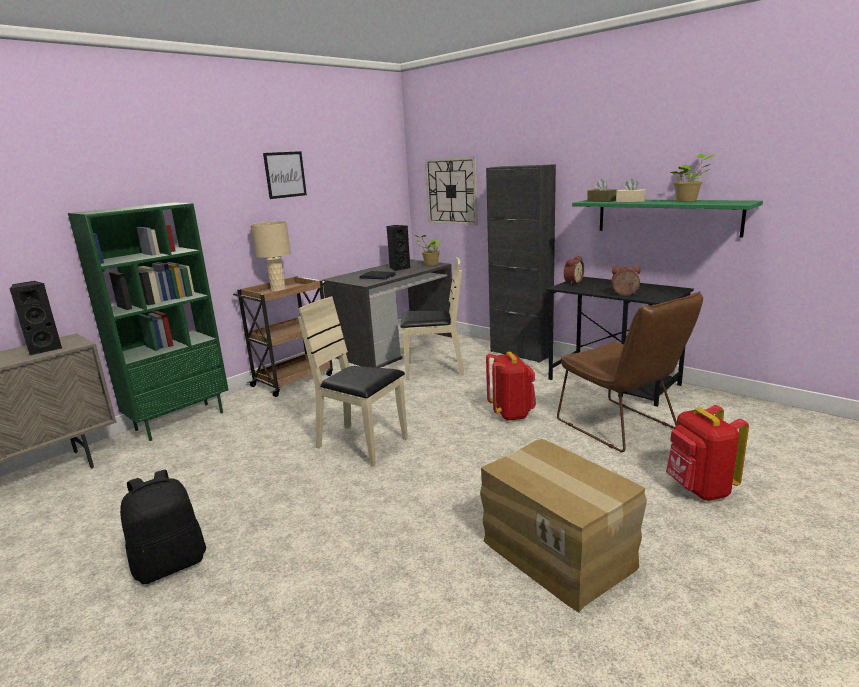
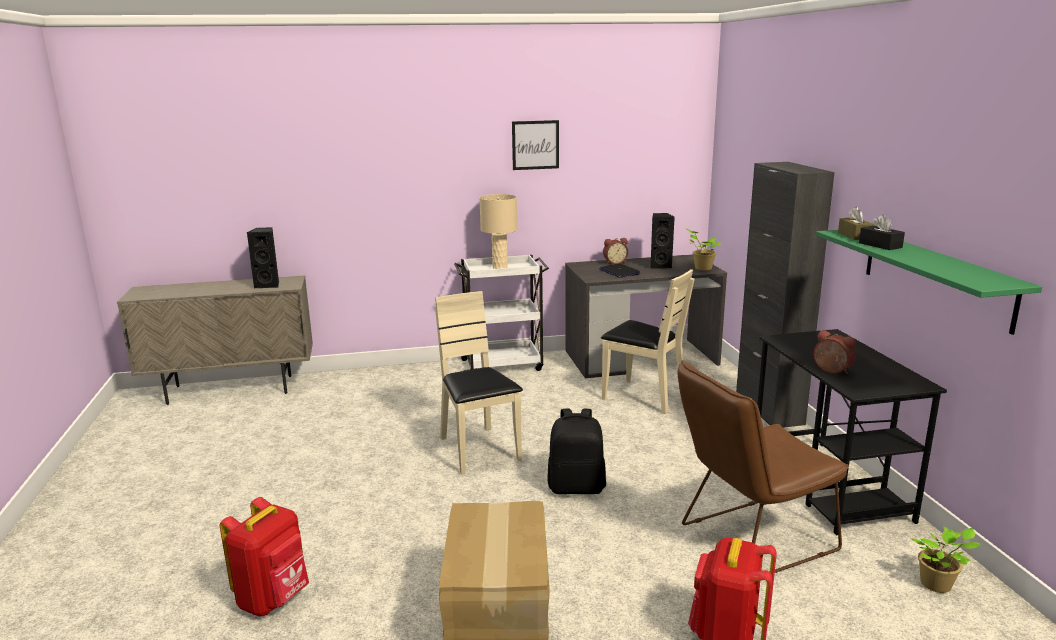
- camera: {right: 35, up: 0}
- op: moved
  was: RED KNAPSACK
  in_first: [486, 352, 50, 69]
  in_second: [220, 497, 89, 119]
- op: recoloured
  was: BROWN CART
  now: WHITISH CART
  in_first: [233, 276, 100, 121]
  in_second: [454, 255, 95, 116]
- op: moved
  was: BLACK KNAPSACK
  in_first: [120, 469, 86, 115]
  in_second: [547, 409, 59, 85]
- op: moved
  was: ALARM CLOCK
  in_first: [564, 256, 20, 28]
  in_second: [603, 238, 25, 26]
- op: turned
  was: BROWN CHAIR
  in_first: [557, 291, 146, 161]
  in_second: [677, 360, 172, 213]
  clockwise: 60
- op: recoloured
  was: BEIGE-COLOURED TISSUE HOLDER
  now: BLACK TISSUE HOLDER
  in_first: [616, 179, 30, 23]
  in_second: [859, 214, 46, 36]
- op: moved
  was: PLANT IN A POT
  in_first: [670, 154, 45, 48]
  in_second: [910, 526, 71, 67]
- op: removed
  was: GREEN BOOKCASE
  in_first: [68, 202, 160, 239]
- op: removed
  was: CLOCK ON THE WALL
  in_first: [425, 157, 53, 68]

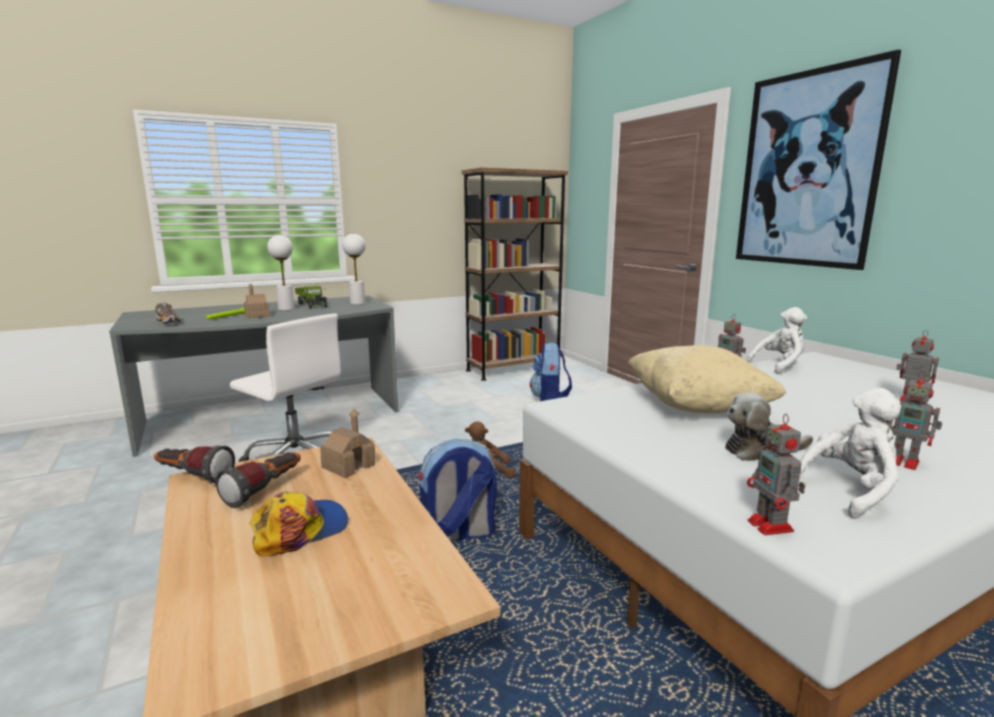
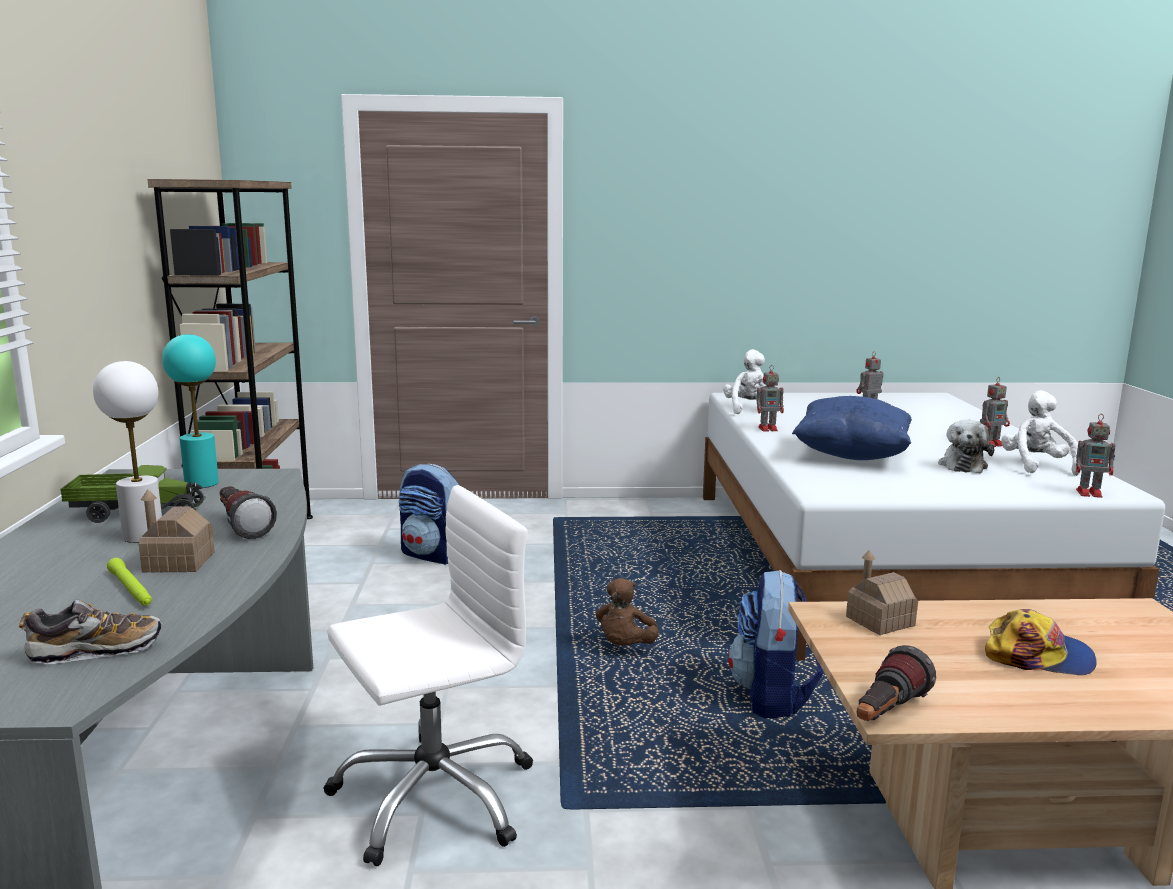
- camera: {right: -65, up: 0}
- op: recoloured
  was: WHITISH TABLE LAMP
  now: TURQUOISE-COLOURED TABLE LAMP
  in_first: [342, 234, 23, 71]
  in_second: [162, 334, 57, 154]
- op: moved
  was: TORCH
  in_first: [216, 452, 85, 56]
  in_second: [219, 486, 58, 53]
- op: recoloured
  was: BEIGE-COLOURED PILLOW
  now: BLUE PILLOW
  in_first: [628, 345, 158, 68]
  in_second: [792, 396, 120, 64]
- op: turned
  was: CAP
  in_first: [249, 492, 99, 64]
  in_second: [985, 609, 112, 66]
  clockwise: 120
- op: removed
  was: WALL PICTURE
  in_first: [736, 50, 165, 220]

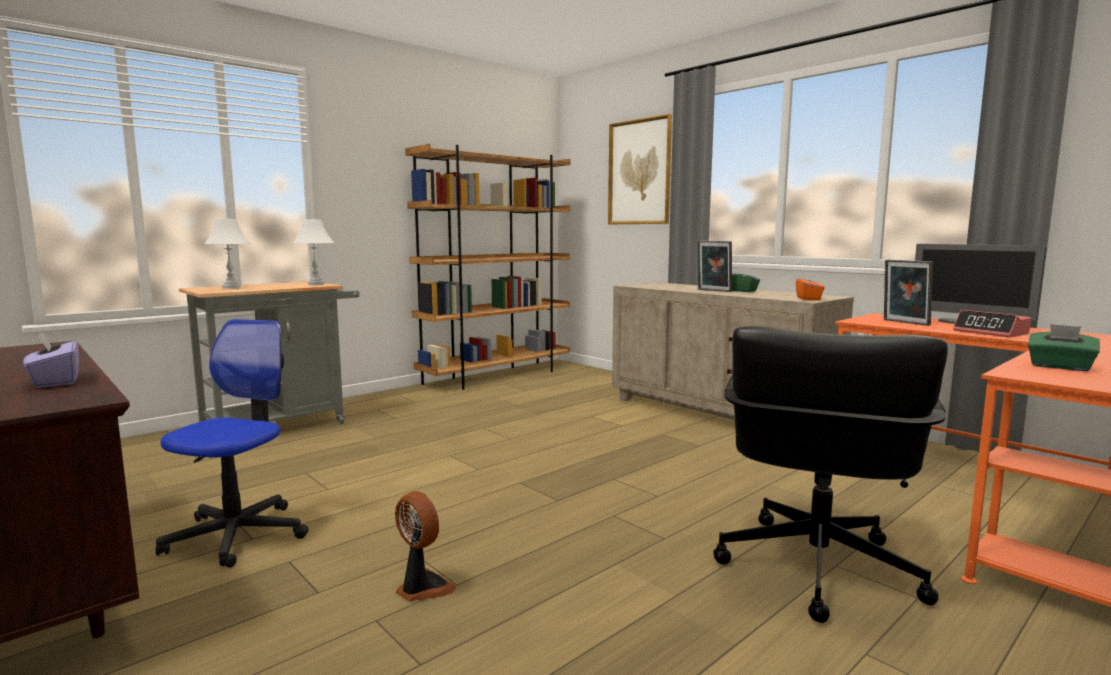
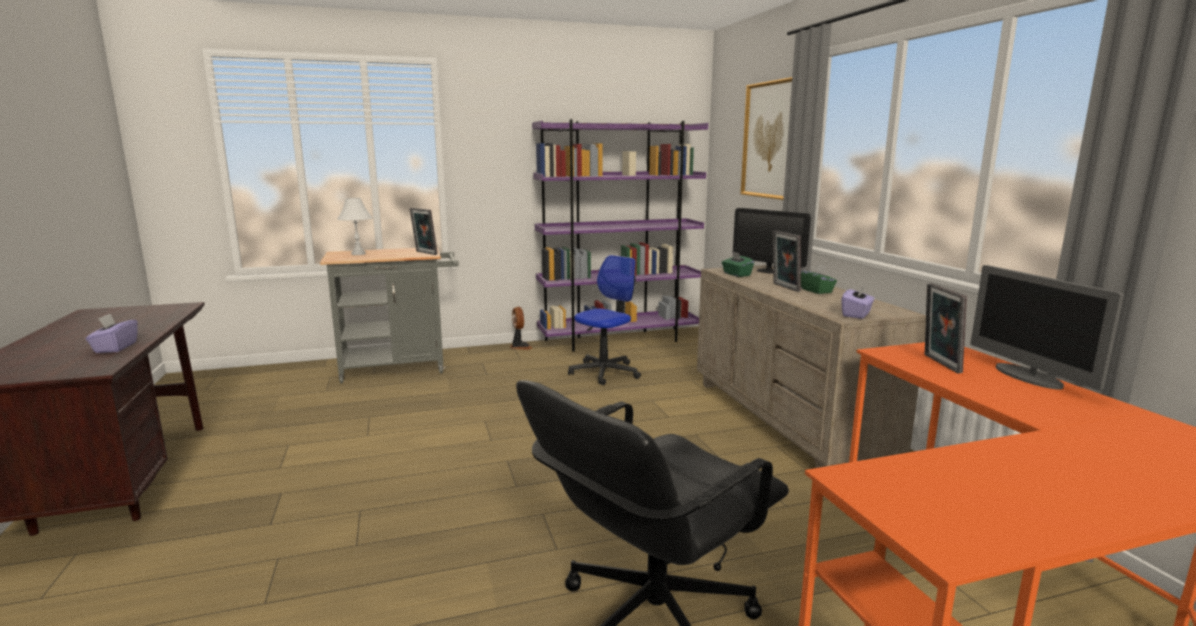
- camera: {right: 25, up: 5}
- op: replaced
  was: WHITISH TABLE LAMP
  now: PICTURE FRAME
  in_first: [293, 219, 41, 66]
  in_second: [410, 208, 28, 47]
- op: moved
  was: FAN
  in_first: [395, 491, 61, 110]
  in_second: [510, 307, 23, 43]
- op: recoloured
  was: BROWN BOOKCASE
  now: PURPLISH BOOKCASE
  in_first: [405, 144, 165, 246]
  in_second: [532, 119, 176, 233]
- op: moved
  was: OFFICE CHAIR
  in_first: [155, 319, 154, 249]
  in_second: [568, 255, 73, 130]
- op: moved
  was: GREEN TISSUE HOLDER
  in_first: [1028, 324, 72, 47]
  in_second: [722, 251, 32, 26]
- op: added
  now: COMPUTER SCREEN
  in_second: [733, 208, 78, 65]
- op: recoloured
  was: ORANGE-COLOURED TISSUE HOLDER
  now: PURPLISH TISSUE HOLDER
  in_first: [796, 273, 29, 27]
  in_second: [842, 284, 33, 35]
- op: removed
  was: ALARM CLOCK
  in_first: [953, 310, 78, 27]

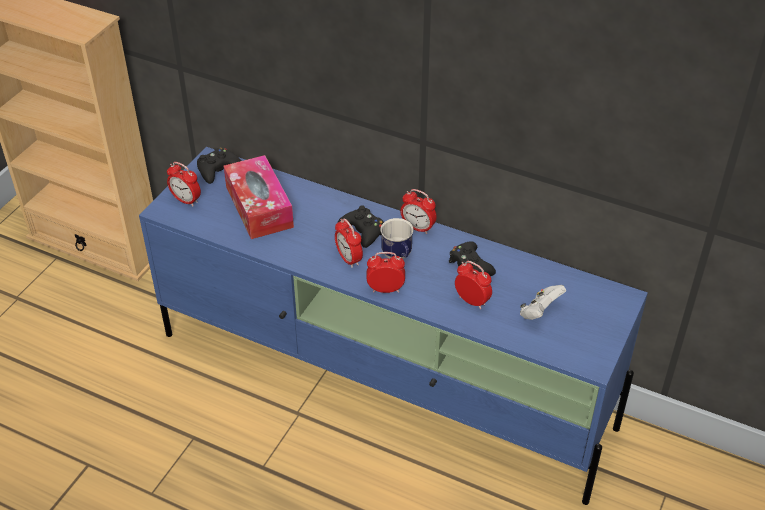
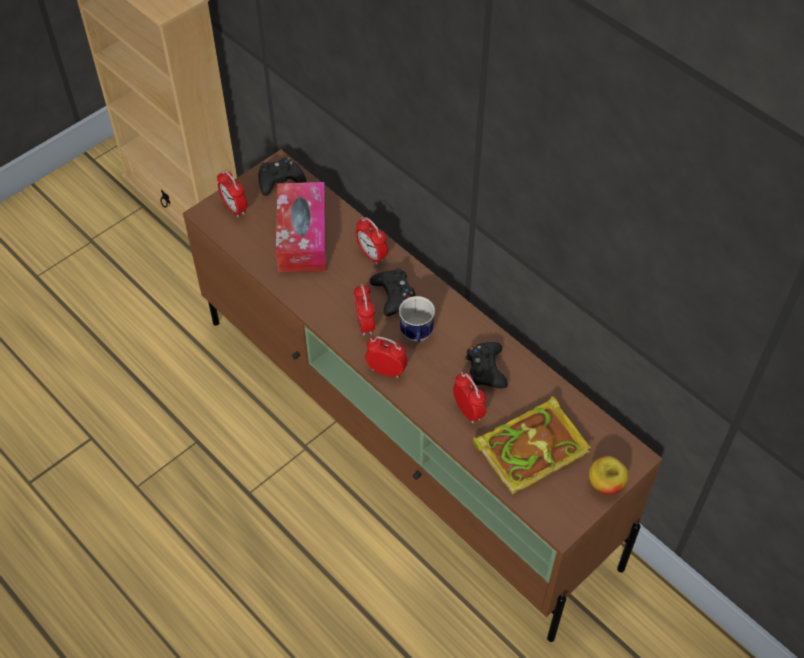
- camera: {right: 20, up: 10}
- op: recoloured
  was: BLUE MEDIA CONSOLE
  now: BROWN MEDIA CONSOLE
  in_first: [139, 147, 509, 358]
  in_second: [183, 150, 479, 492]
- op: moved
  was: ALARM CLOCK
  in_first: [400, 189, 37, 45]
  in_second: [356, 217, 32, 48]
- op: replaced
  was: WHITISH GAMEPAD
  now: VOLUME
  in_first: [520, 285, 46, 35]
  in_second: [473, 396, 118, 98]
- op: added
  now: WHOLE APPLE
  in_second: [589, 456, 40, 39]

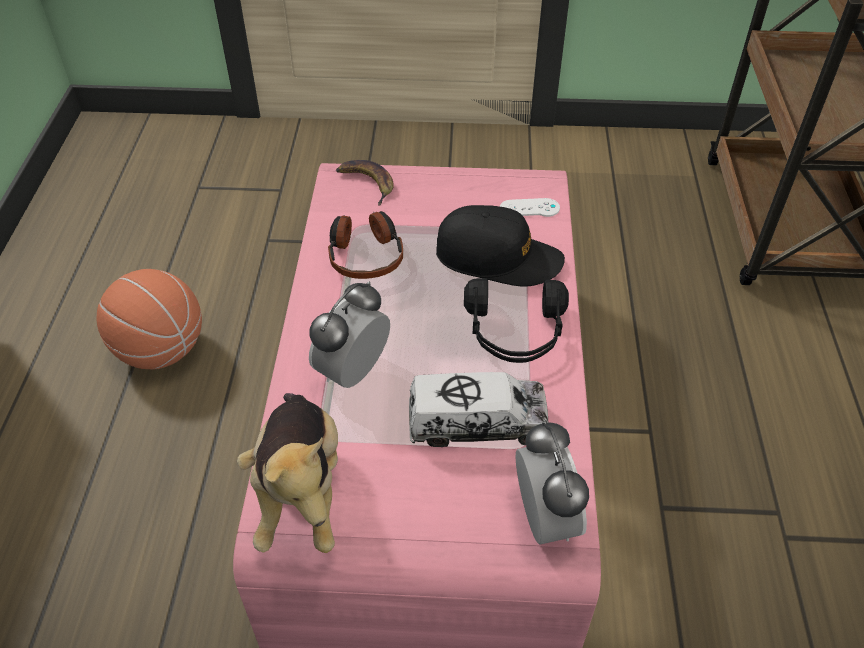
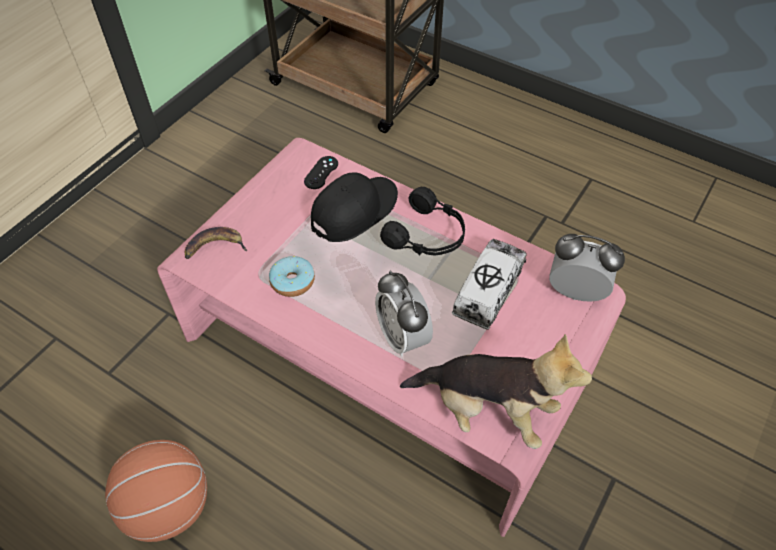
- camera: {right: -60, up: 5}
- op: replaced
  was: PAIR OF HEADPHONES
  now: DOUGHNUT
  in_first: [328, 211, 75, 68]
  in_second: [269, 256, 46, 41]
- op: recoloured
  was: WHITISH GAMEPAD
  now: BLACK GAMEPAD
  in_first: [499, 198, 61, 19]
  in_second: [304, 156, 34, 33]

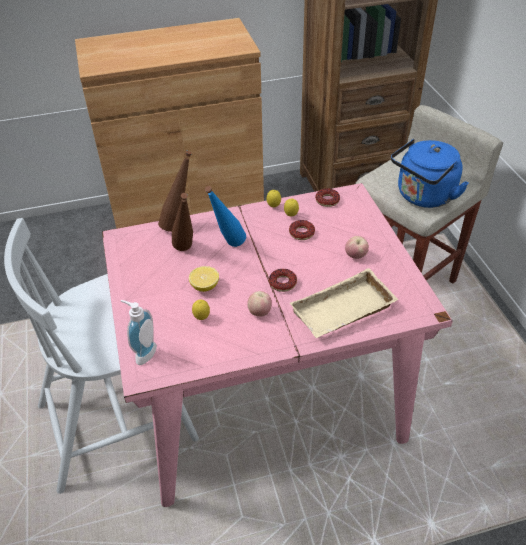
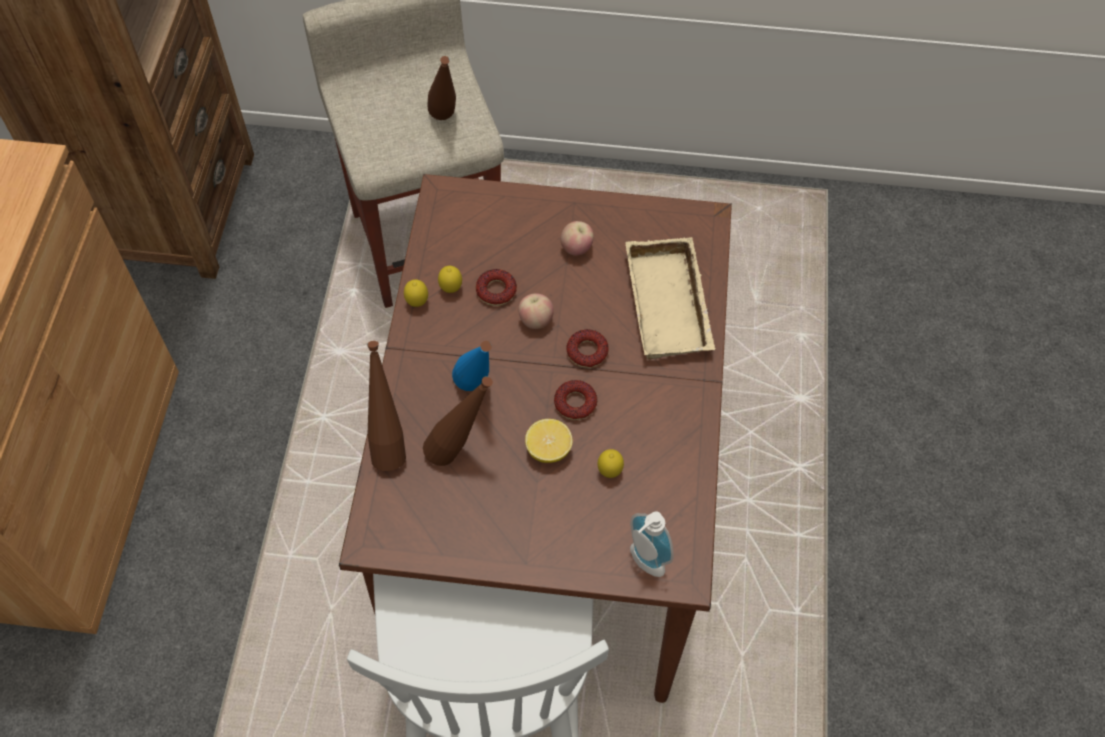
- camera: {right: -70, up: 15}
- op: recoloured
  was: PINKISH DINNER TABLE
  now: BROWN DINNER TABLE
  in_first: [102, 183, 351, 324]
  in_second: [339, 174, 393, 529]
- op: replaced
  was: BLUE WATER KETTLE
  now: BROWN BEVERAGE BOTTLE
  in_first: [391, 139, 78, 69]
  in_second: [427, 56, 29, 64]
- op: moved
  was: WHOLE APPLE
  in_first: [247, 291, 25, 26]
  in_second: [518, 293, 36, 36]
- op: moved
  was: DOUGHNUT
  in_first: [315, 188, 25, 19]
  in_second: [554, 380, 43, 40]

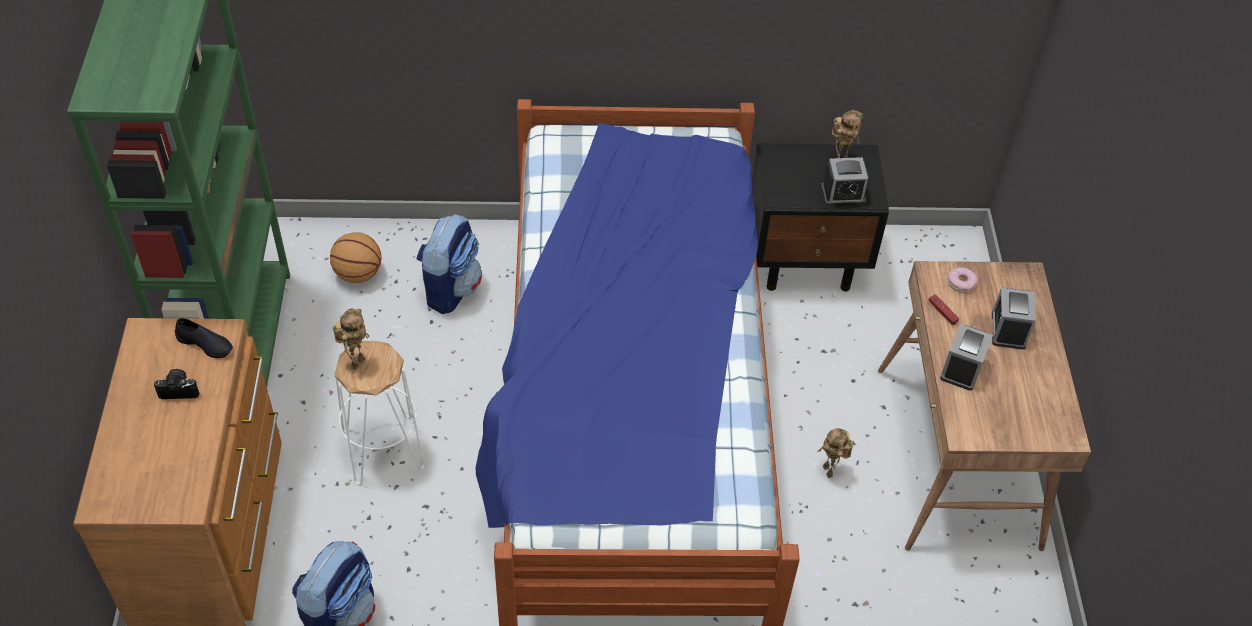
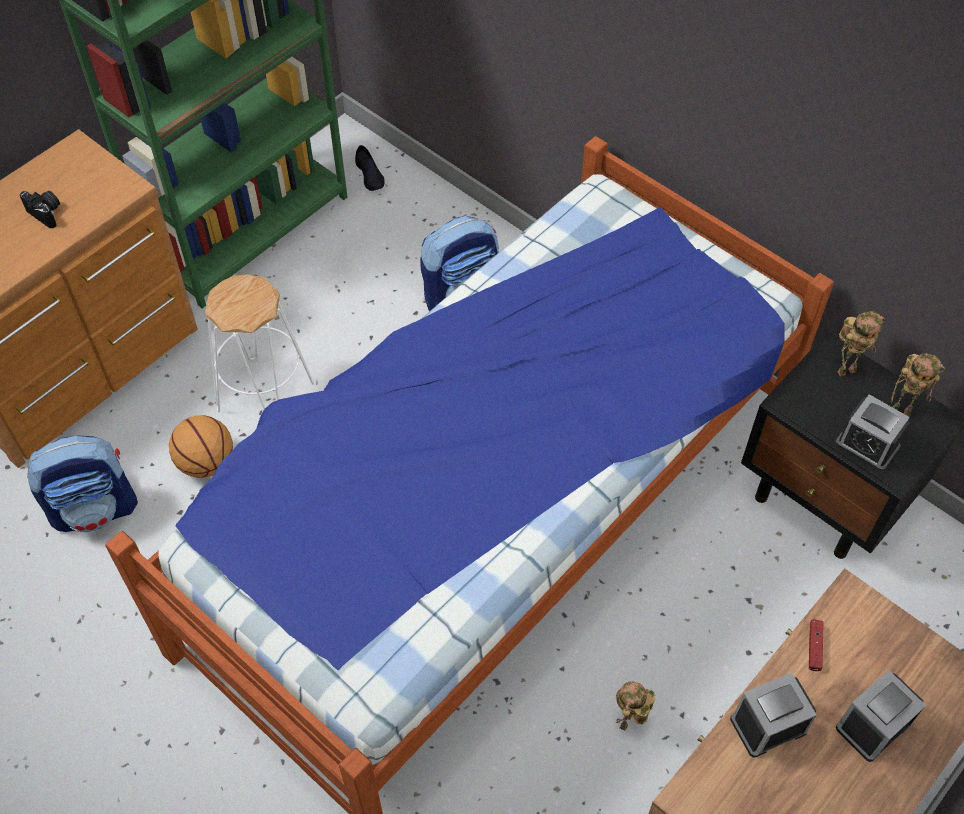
- camera: {right: 45, up: 5}
- op: moved
  was: BASKETBALL
  in_first: [330, 232, 52, 51]
  in_second: [169, 415, 64, 63]
- op: moved
  was: BLACK LOW SHOE
  in_first: [175, 318, 58, 40]
  in_second: [355, 145, 29, 46]
- op: moved
  was: ROBOT FIGURE
  in_first: [333, 309, 36, 61]
  in_second: [837, 311, 48, 65]
- op: removed
  was: DOUGHNUT
  in_first: [948, 267, 30, 25]

